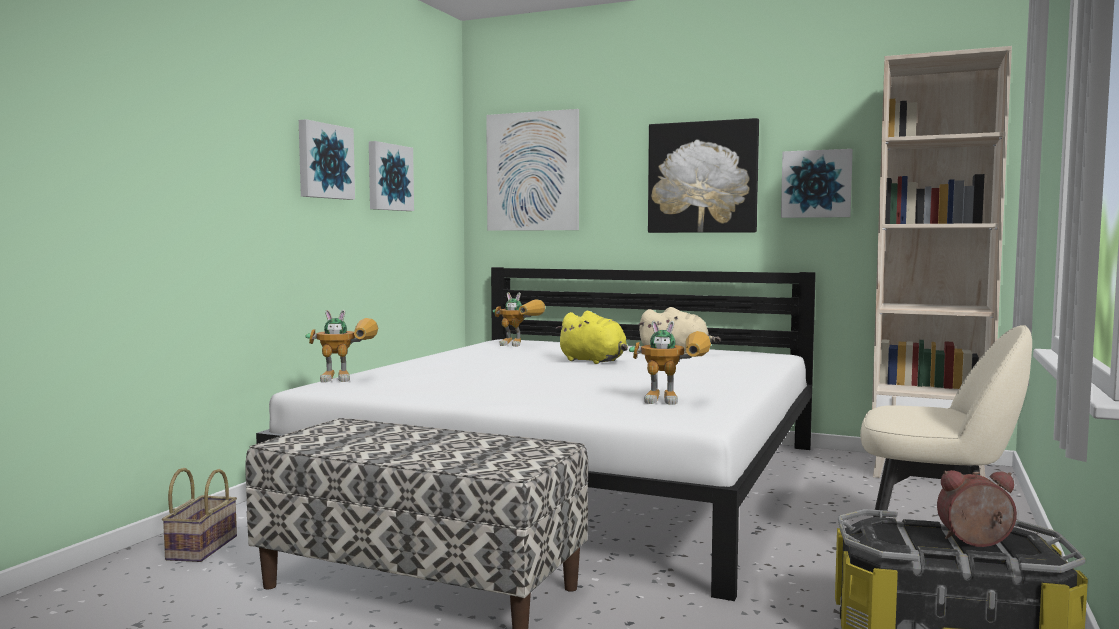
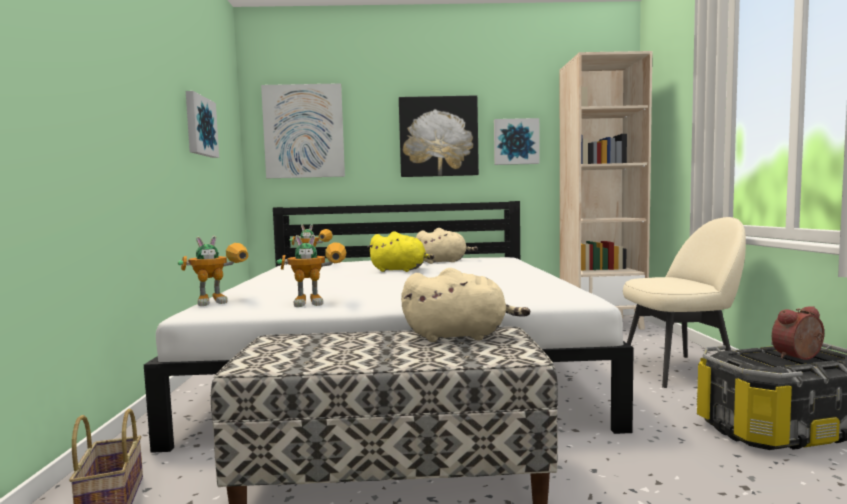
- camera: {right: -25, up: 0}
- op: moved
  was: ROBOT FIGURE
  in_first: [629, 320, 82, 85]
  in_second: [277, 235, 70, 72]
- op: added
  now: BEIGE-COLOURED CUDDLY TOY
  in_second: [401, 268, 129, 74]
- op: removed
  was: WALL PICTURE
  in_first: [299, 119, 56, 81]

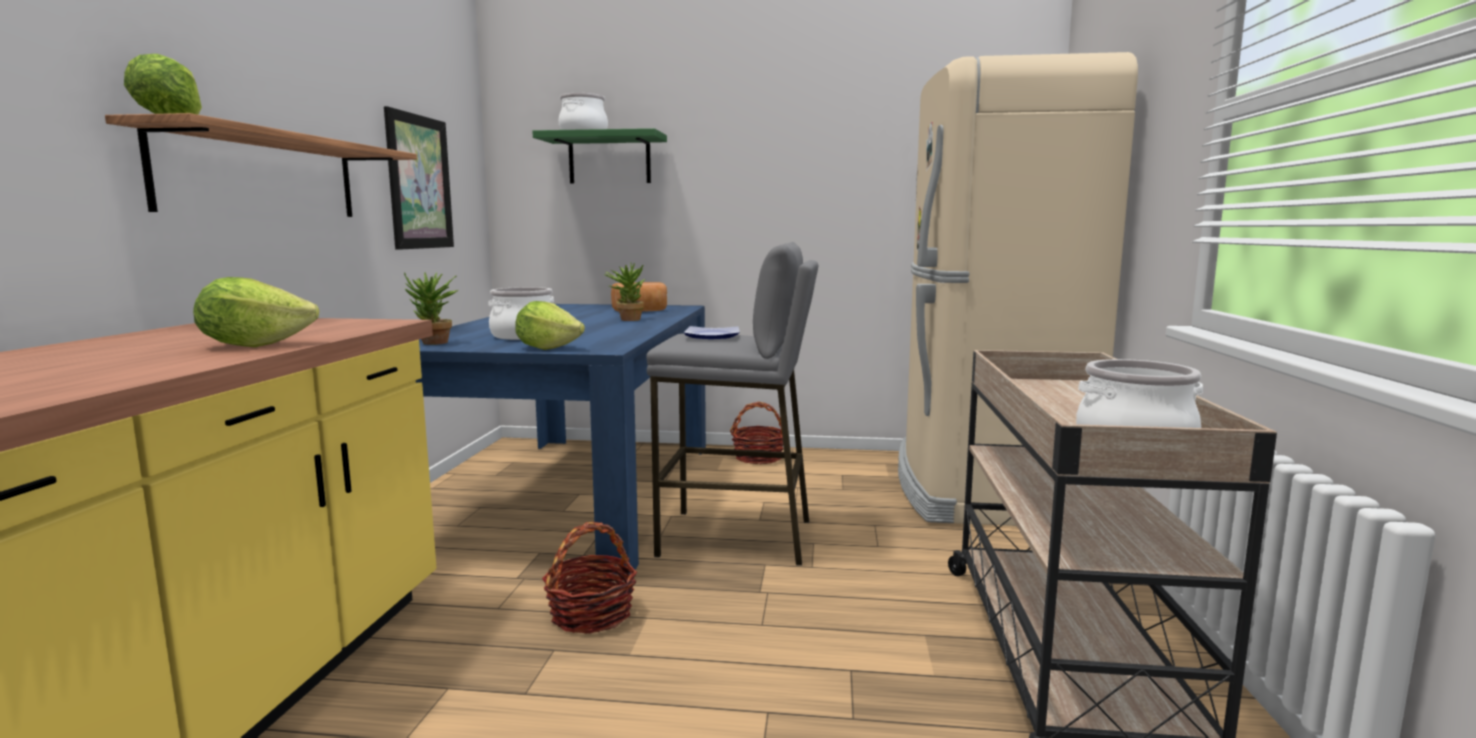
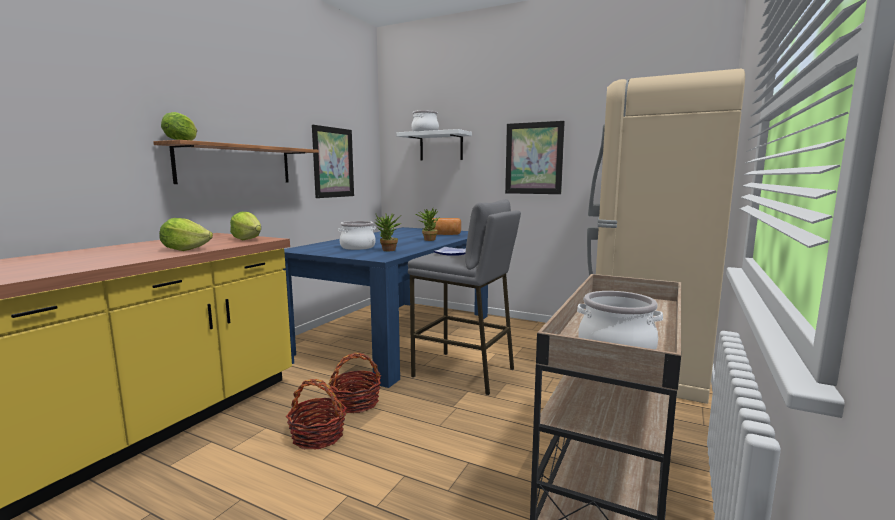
- camera: {right: 20, up: 0}
- op: moved
  was: HEAD OF LETTUCE
  in_first: [515, 301, 70, 49]
  in_second: [230, 212, 31, 28]
- op: moved
  was: STORAGE BASKET
  in_first: [730, 401, 53, 64]
  in_second: [286, 379, 60, 70]
- op: moved
  was: PLANT IN A POT
  in_first: [404, 272, 54, 73]
  in_second: [375, 213, 27, 38]
- op: recoloured
  was: GREEN BRACKET SHELF
  now: WHITISH BRACKET SHELF
  in_first: [532, 128, 135, 56]
  in_second: [397, 129, 75, 32]
- op: added
  now: WALL PICTURE
  in_second: [505, 121, 60, 73]

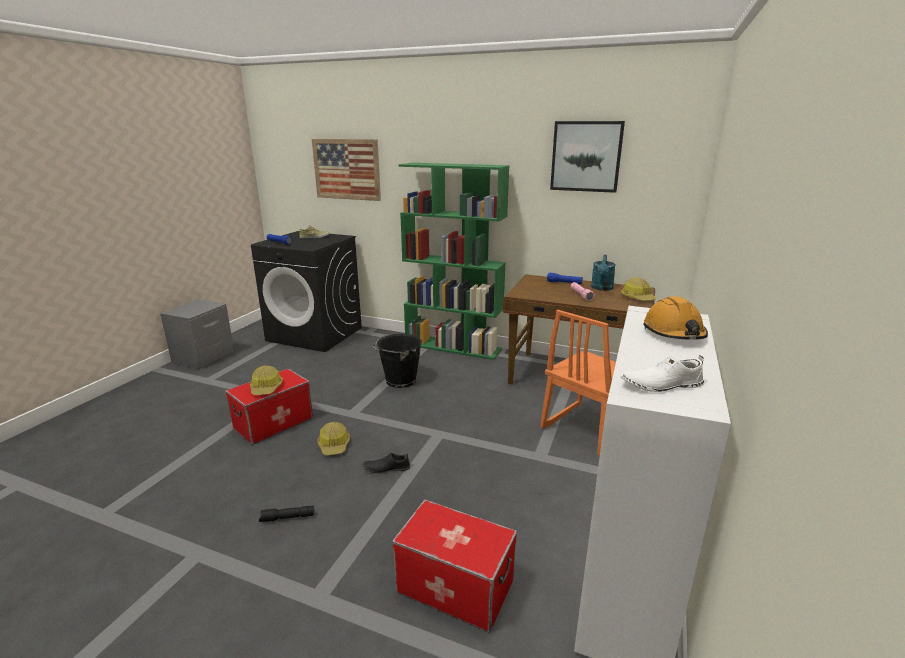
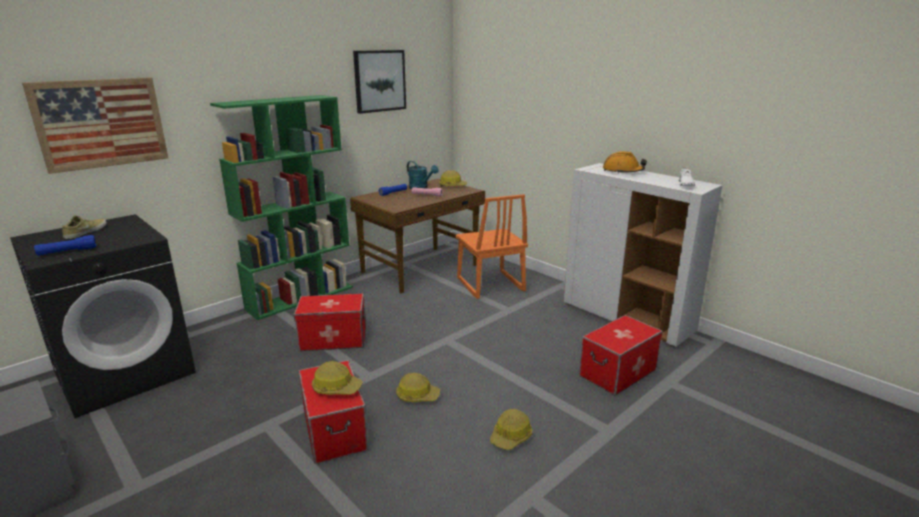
- camera: {right: -65, up: 0}
- op: replaced
  was: BLACK BUCKET
  now: STORAGE BOX
  in_first: [372, 334, 50, 54]
  in_second: [294, 293, 72, 58]
- op: replaced
  was: BLACK TORCH
  now: HARD HAT
  in_first: [259, 506, 56, 16]
  in_second: [490, 409, 42, 41]
- op: removed
  was: BLACK LOW SHOE
  in_first: [363, 453, 47, 20]

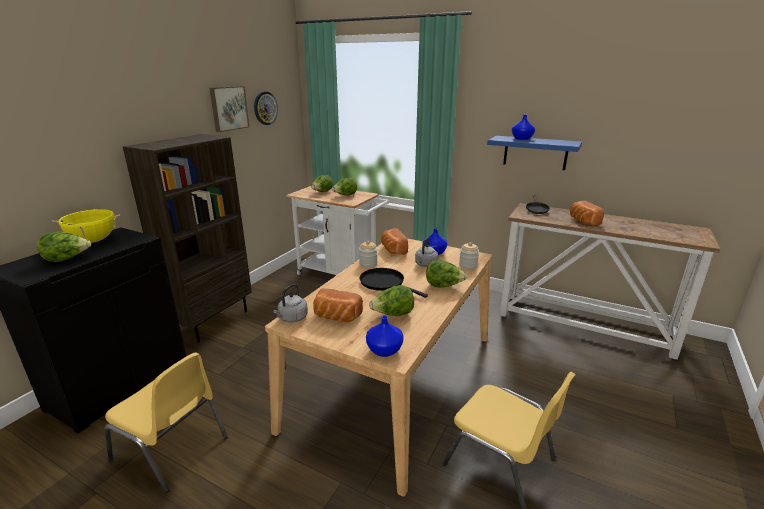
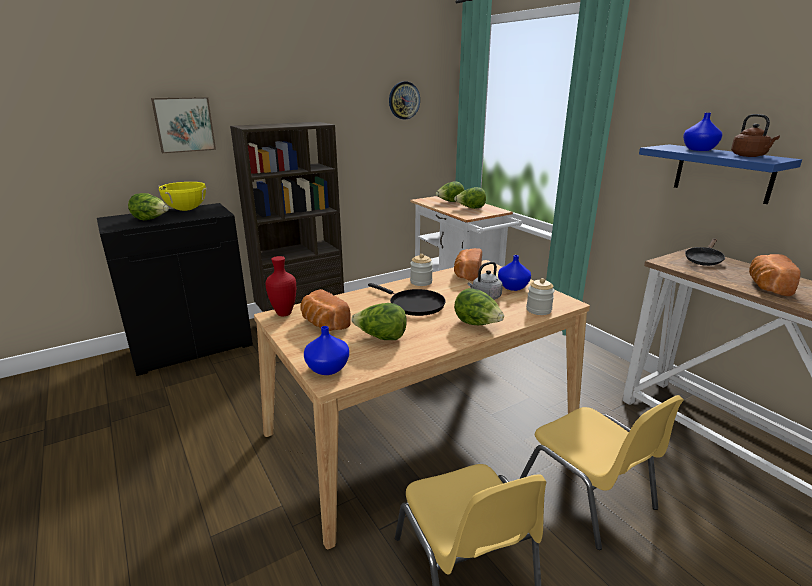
- camera: {right: 30, up: 0}
- op: moved
  was: WALL PICTURE
  in_first: [209, 86, 40, 46]
  in_second: [151, 97, 65, 56]
- op: replaced
  was: GREYISH WATER KETTLE
  now: RED VASE
  in_first: [273, 284, 35, 39]
  in_second: [266, 256, 30, 60]
- op: turned
  was: BLACK FRYING PAN
  in_first: [360, 268, 68, 30]
  in_second: [368, 283, 77, 33]
  clockwise: 150
- op: moved
  was: YELLOW-COLOURED CHAIR
  in_first: [105, 352, 123, 141]
  in_second: [519, 395, 165, 155]
- op: added
  now: BROWN WATER KETTLE
  in_second: [731, 114, 49, 43]

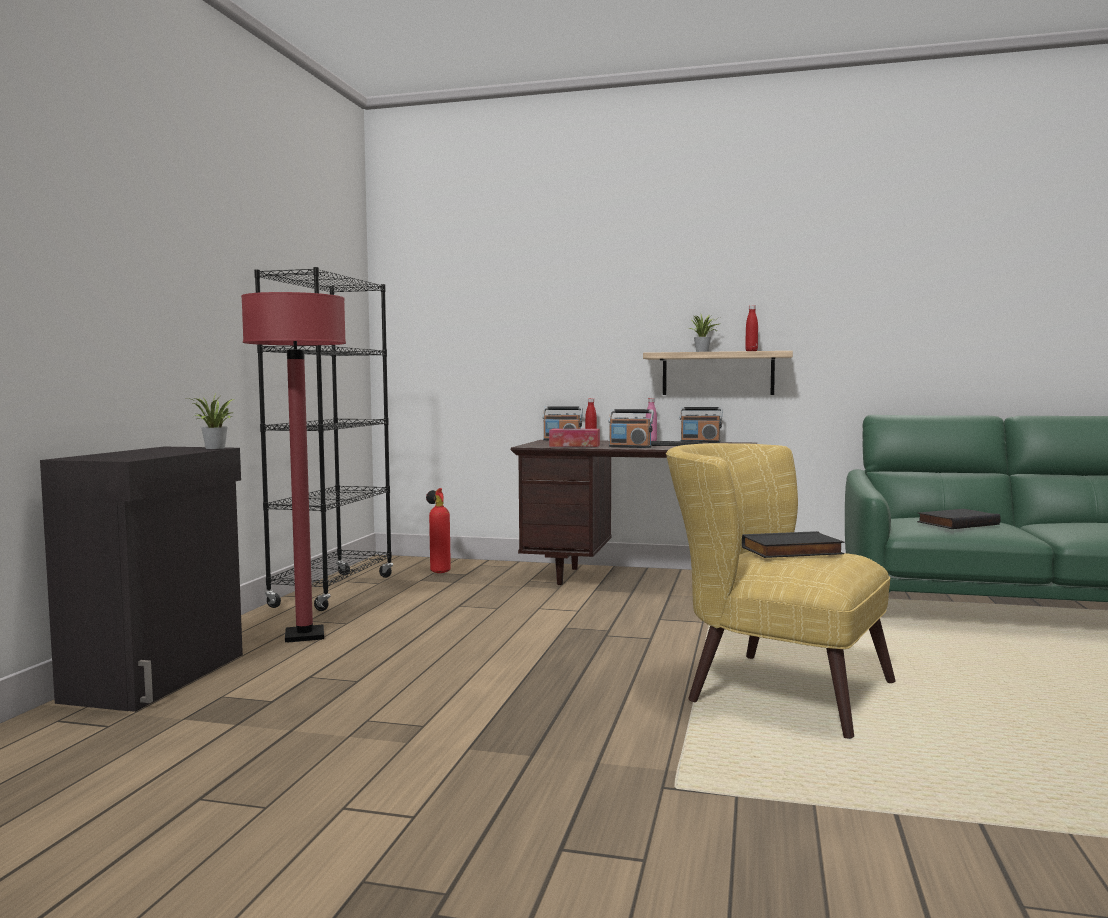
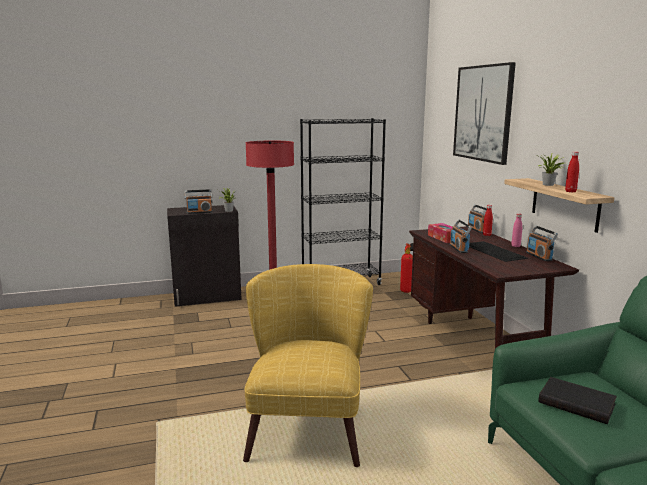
- camera: {right: 60, up: 10}
- op: added
  now: RADIO RECEIVER
  in_second: [185, 189, 28, 25]
- op: added
  now: WALL PICTURE
  in_second: [453, 62, 63, 103]
- op: removed
  was: BLACK VOLUME
  in_first: [742, 531, 102, 27]

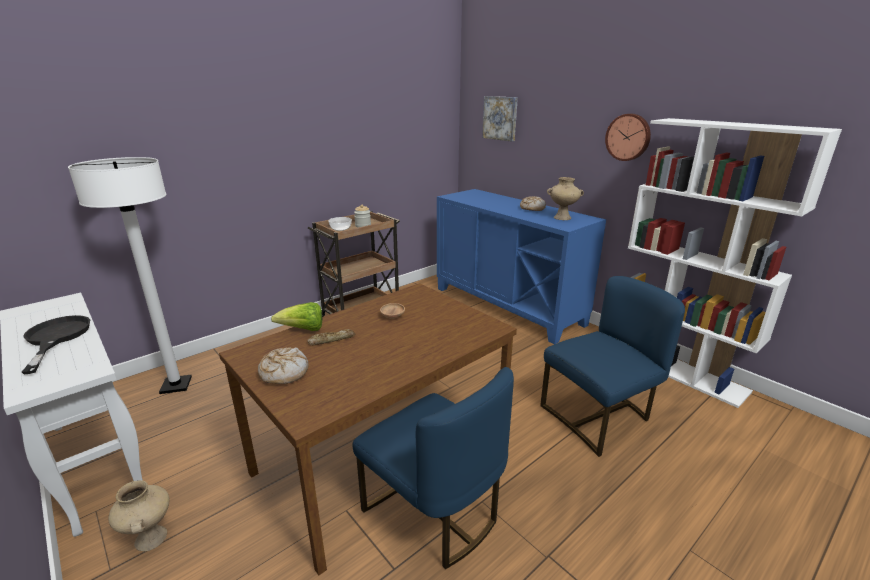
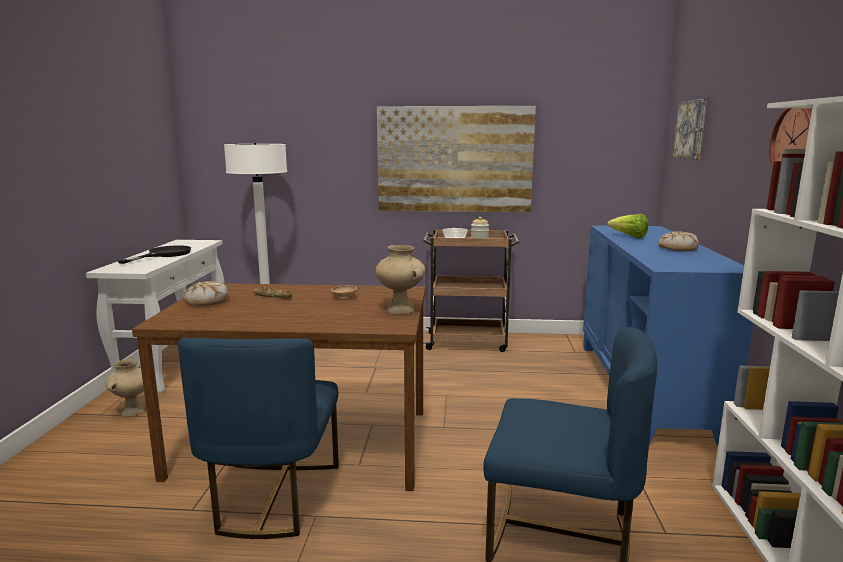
- camera: {right: 45, up: -10}
- op: moved
  was: BEIGE-COLOURED VASE
  in_first: [547, 177, 37, 43]
  in_second: [375, 245, 50, 69]
- op: added
  now: WALL PICTURE
  in_second: [377, 106, 159, 106]
- op: moved
  was: HEAD OF LETTUCE
  in_first: [271, 302, 52, 29]
  in_second: [607, 214, 41, 24]

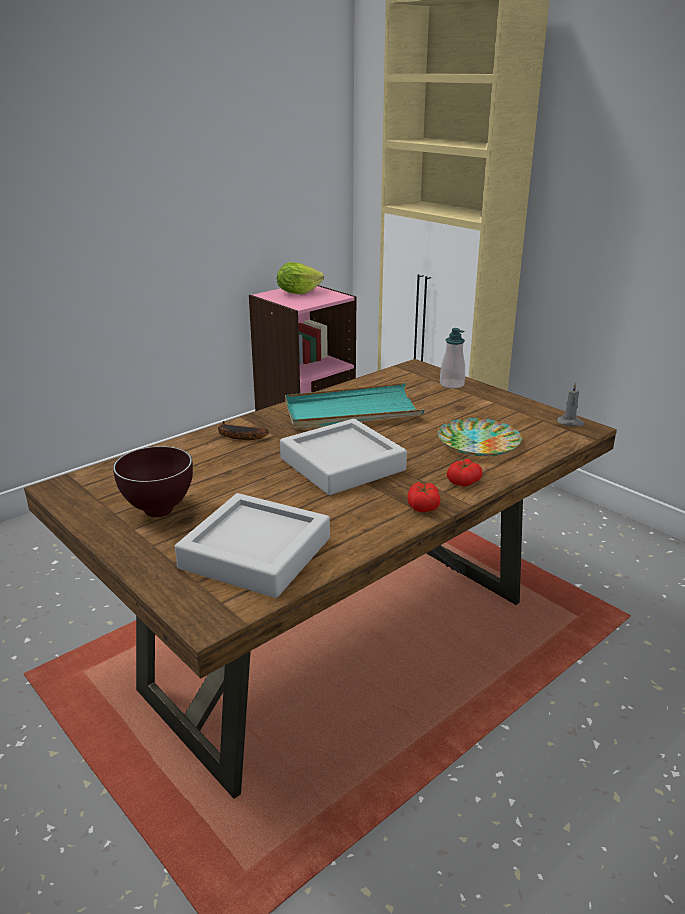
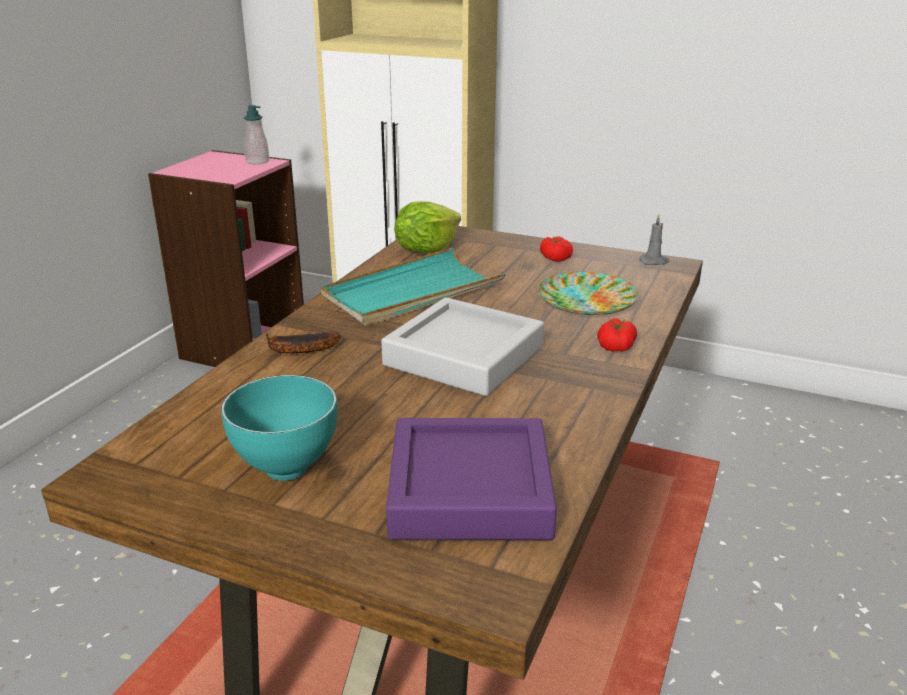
- camera: {right: -25, up: 0}
- op: recoloured
  was: BROWN SERVING BOWL
  now: TURQUOISE-COLOURED SERVING BOWL
  in_first: [113, 446, 80, 71]
  in_second: [221, 375, 116, 106]
- op: moved
  was: SOAP DISPENSER
  in_first: [440, 328, 25, 60]
  in_second: [244, 105, 25, 60]
- op: recoloured
  was: GREYISH TRAY
  now: PURPLISH TRAY
  in_first: [175, 493, 155, 105]
  in_second: [386, 418, 171, 122]
- op: moved
  was: HEAD OF LETTUCE
  in_first: [277, 262, 47, 32]
  in_second: [394, 201, 67, 52]
- op: moved
  was: WHOLE TOMATO
  in_first: [407, 482, 33, 31]
  in_second: [540, 236, 33, 26]

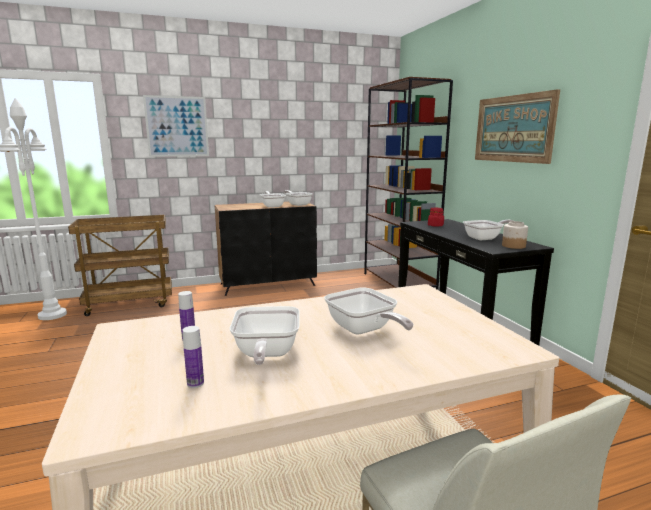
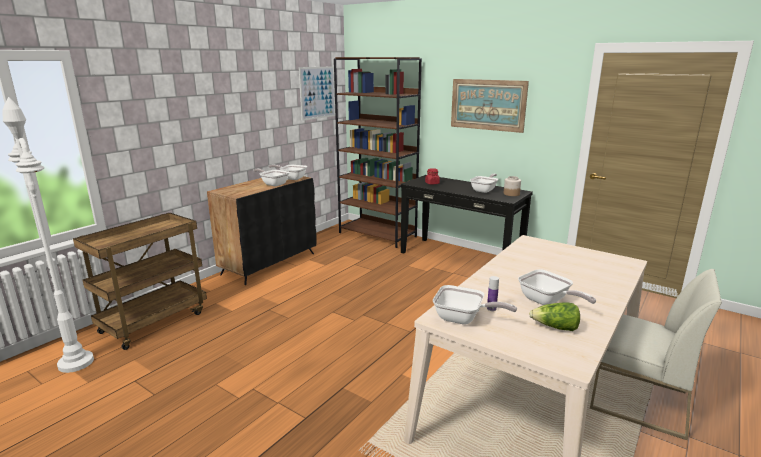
- camera: {right: -35, up: 5}
- op: moved
  was: WALL PICTURE
  in_first: [143, 95, 66, 62]
  in_second: [299, 66, 36, 55]
- op: moved
  was: FRYING PAN
  in_first: [324, 288, 90, 47]
  in_second: [433, 285, 84, 40]
- op: replaced
  was: BEVERAGE BOTTLE
  now: HEAD OF LETTUCE
  in_first: [183, 326, 21, 62]
  in_second: [529, 302, 51, 29]

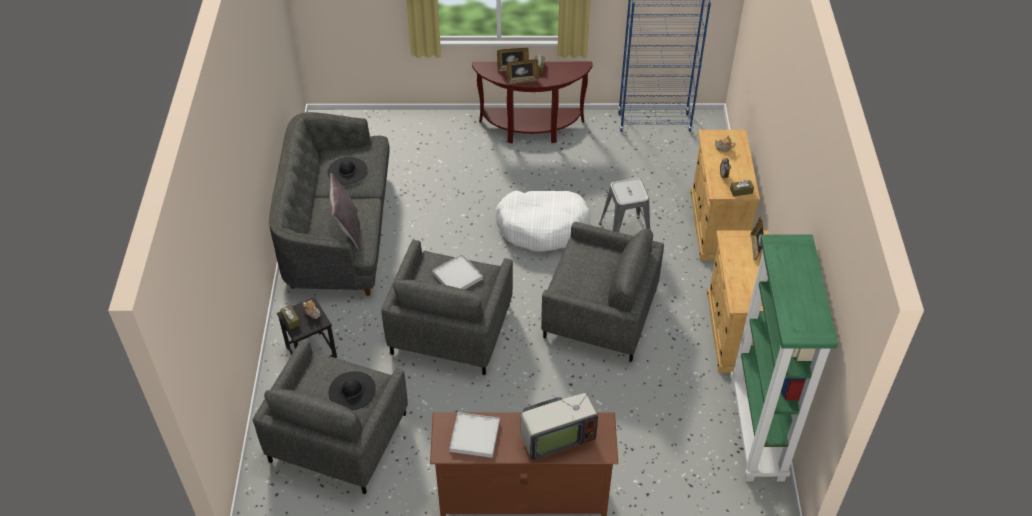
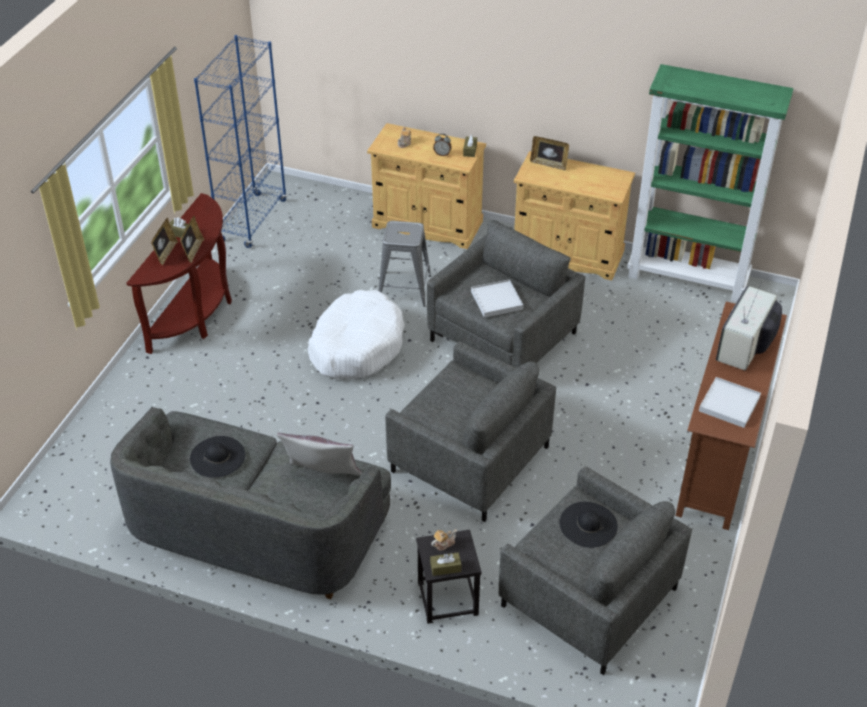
- camera: {right: -70, up: -5}
- op: moved
  was: WHITISH TRAY
  in_first: [432, 254, 51, 36]
  in_second: [471, 279, 52, 39]
- op: turned
  was: TELEVISION
  in_first: [521, 383, 77, 77]
  in_second: [716, 281, 66, 90]
  clockwise: -150

